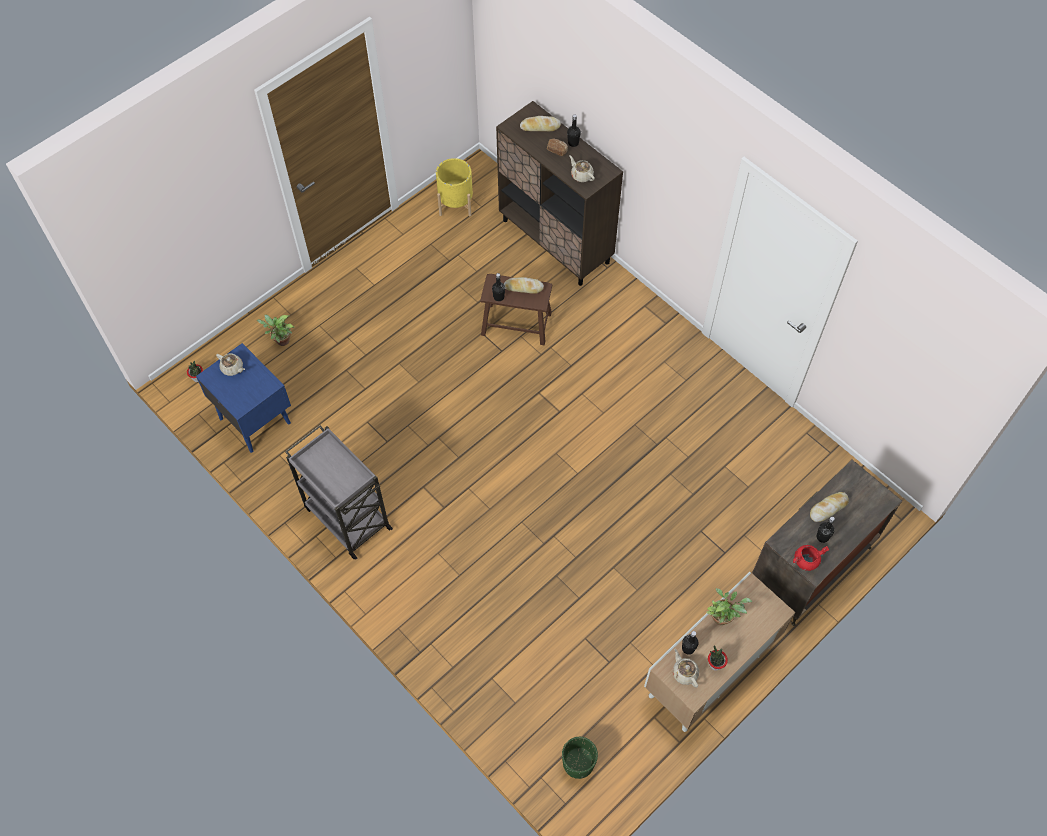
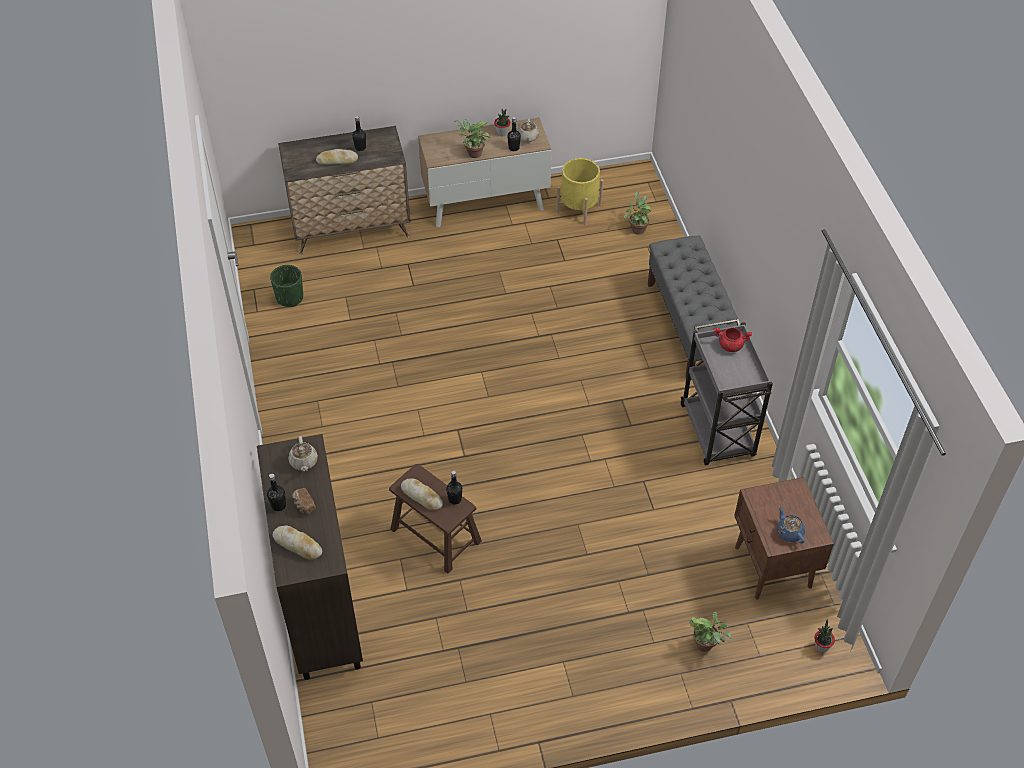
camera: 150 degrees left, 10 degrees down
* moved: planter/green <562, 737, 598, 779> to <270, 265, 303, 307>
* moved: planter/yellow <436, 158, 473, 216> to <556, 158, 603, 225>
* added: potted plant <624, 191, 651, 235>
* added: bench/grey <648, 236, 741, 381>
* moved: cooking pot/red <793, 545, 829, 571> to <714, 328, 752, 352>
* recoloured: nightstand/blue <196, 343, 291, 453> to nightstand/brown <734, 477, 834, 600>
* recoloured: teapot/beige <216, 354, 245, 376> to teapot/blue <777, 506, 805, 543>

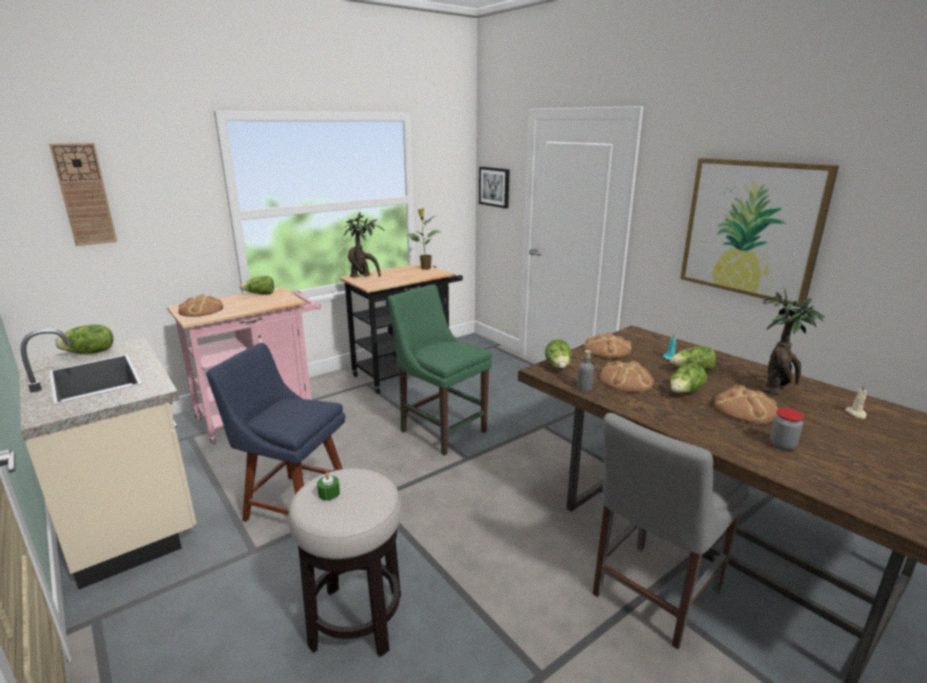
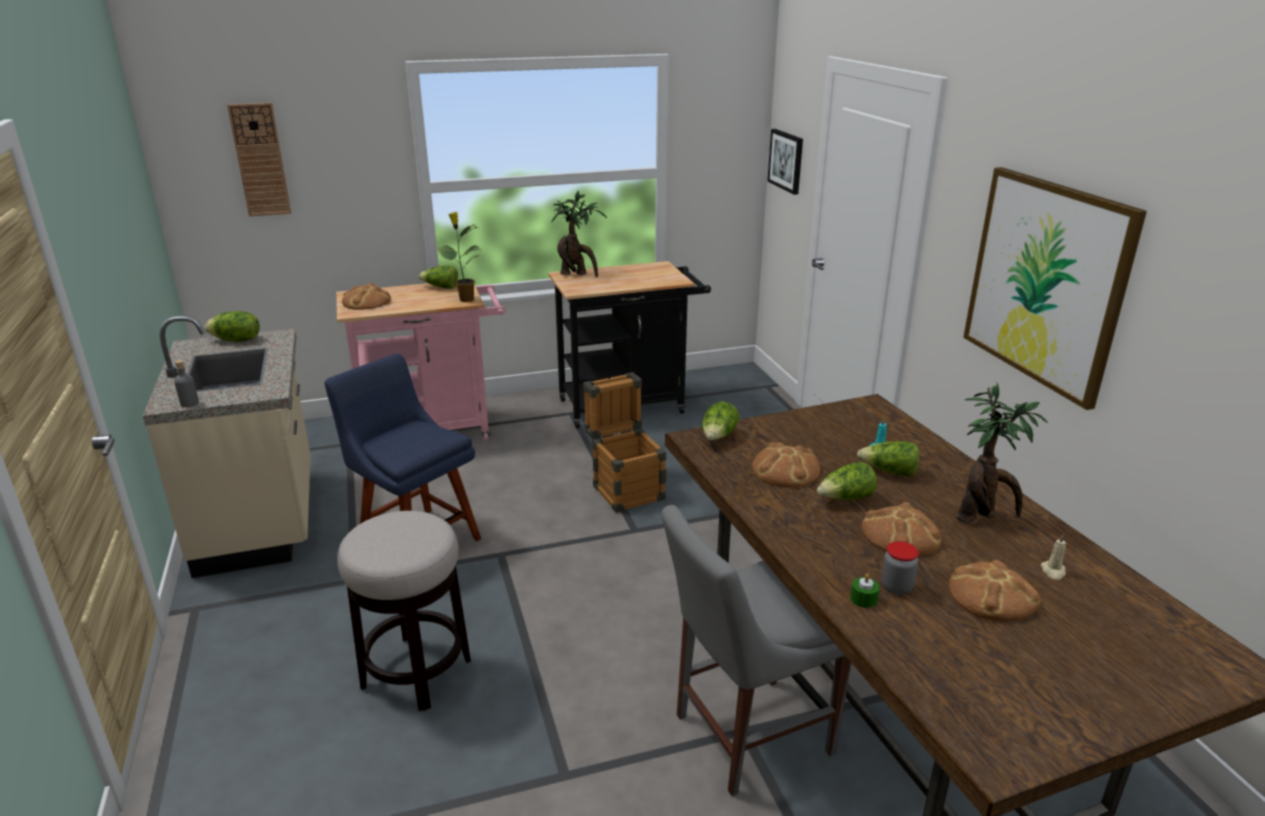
camera: 20 degrees right, 5 degrees up
* moved: bottle/grey <577, 350, 594, 391> to <174, 360, 199, 407>
* moved: potted plant <406, 208, 441, 270> to <438, 212, 481, 302>
* replaced: chair/green <388, 284, 492, 456> to crate <583, 372, 666, 513>
* moved: candle/green <317, 472, 340, 500> to <850, 573, 880, 608>
* moved: bread <584, 332, 632, 359> to <949, 560, 1040, 621>

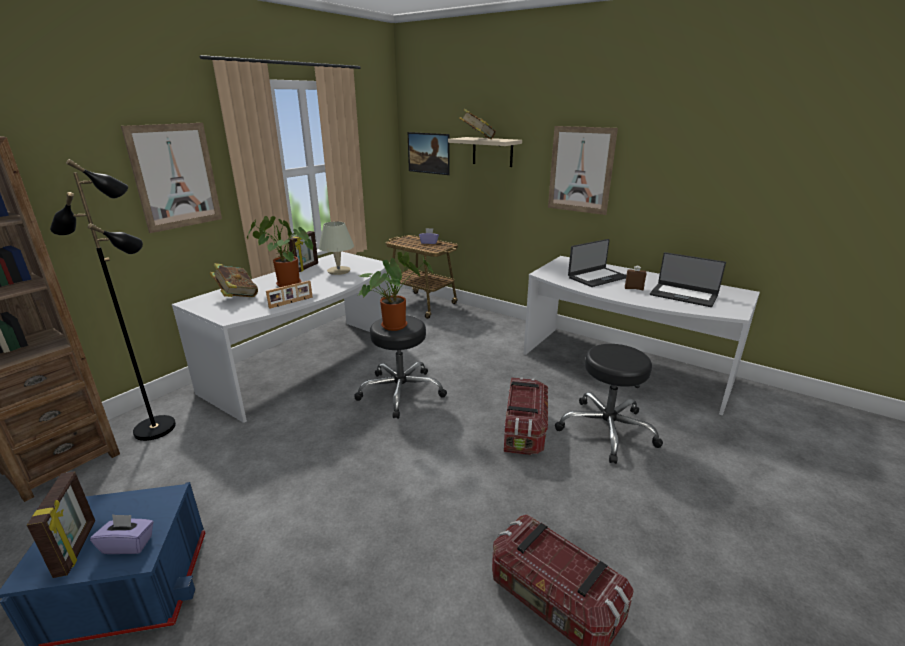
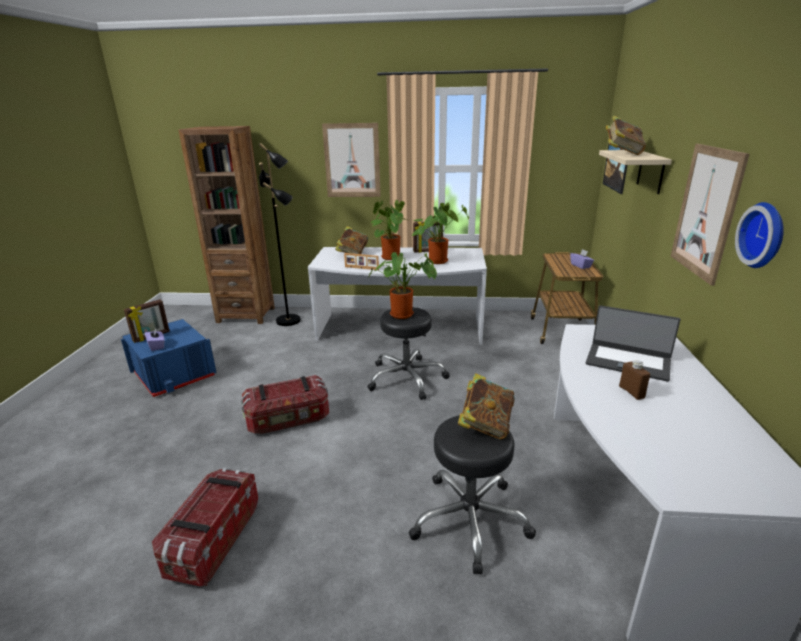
camera: 60 degrees right, 0 degrees up
* moved: storage box <504, 377, 548, 455> to <241, 375, 329, 434>
* replaced: table lamp/beige <319, 221, 354, 275> to potted plant <412, 203, 469, 264>
* added: book <458, 373, 515, 439>
* added: wall clock <735, 202, 784, 268>
* removed: laptop <650, 252, 726, 307>

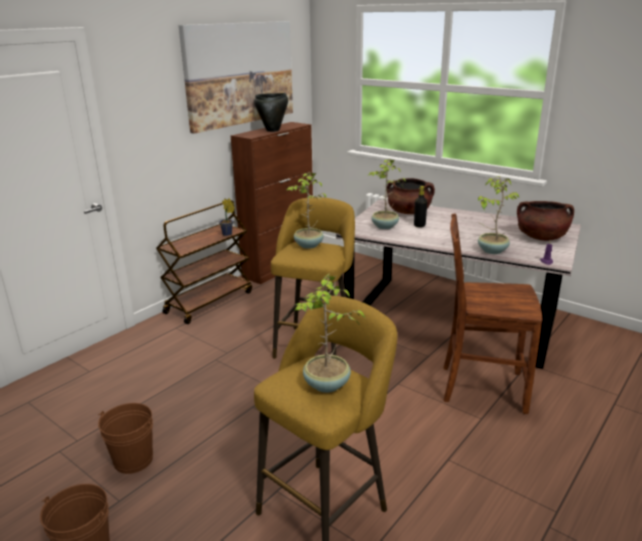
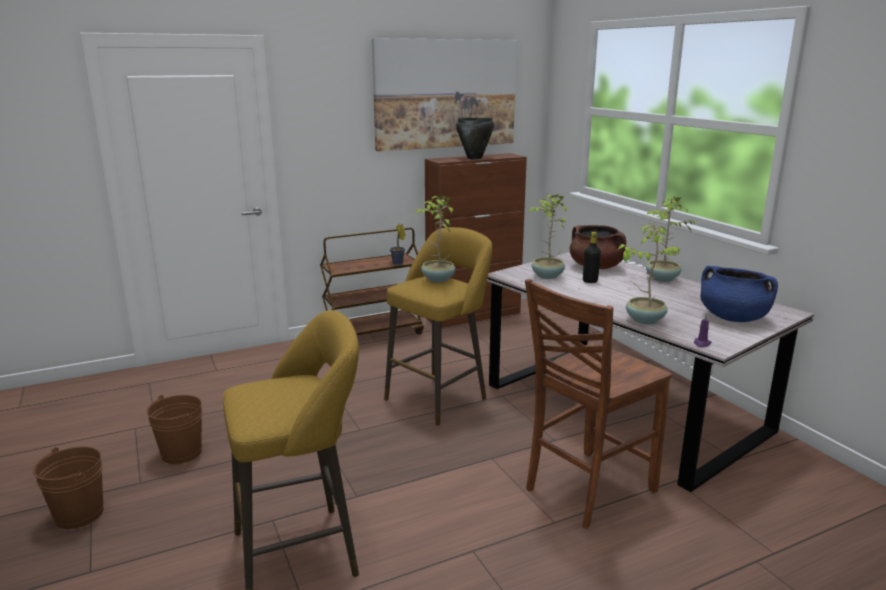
camera: 25 degrees right, 5 degrees down
* turned: chair/brown <443, 214, 542, 414> = <525, 279, 672, 529> 75 degrees counterclockwise
* moved: potted plant <294, 273, 365, 393> to <646, 197, 695, 282>
* recoloured: cooking pot/brown <517, 201, 574, 241> to cooking pot/blue <701, 266, 778, 322>

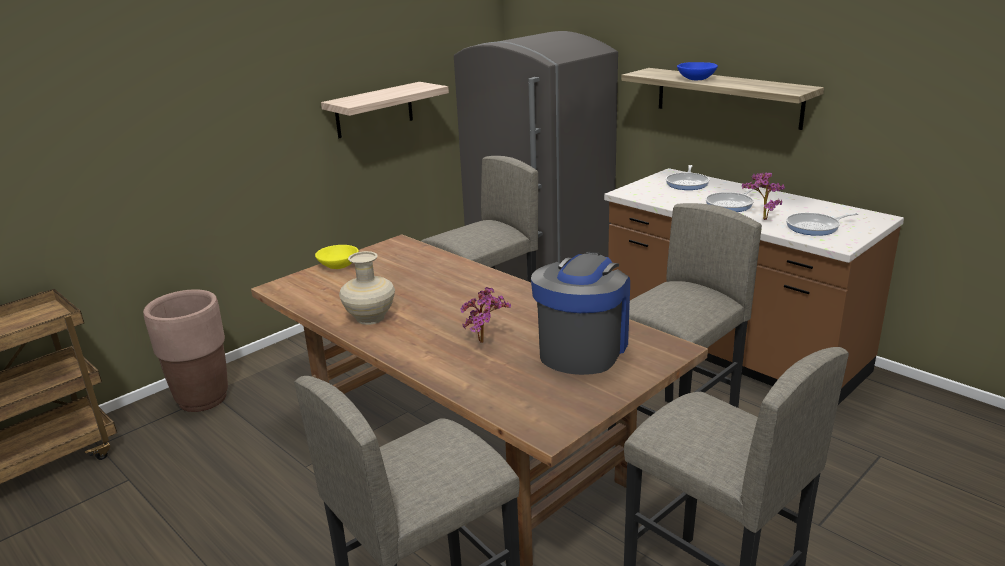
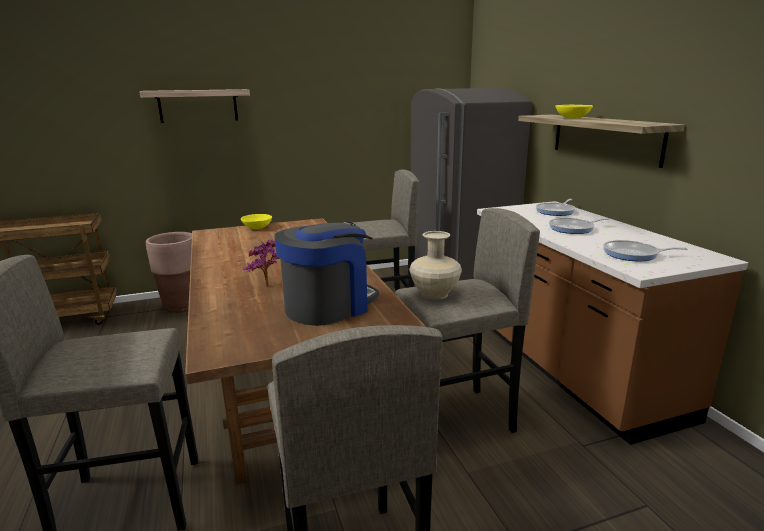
camera: 25 degrees right, 5 degrees down
* moved: shelf <321, 82, 449, 138> to <139, 89, 250, 123>
* moved: vase/beige <339, 251, 395, 325> to <409, 231, 462, 300>
* recoloured: bowl/blue <677, 62, 718, 80> to bowl/yellow <555, 105, 593, 119>
* removed: potted plant <742, 172, 785, 220>

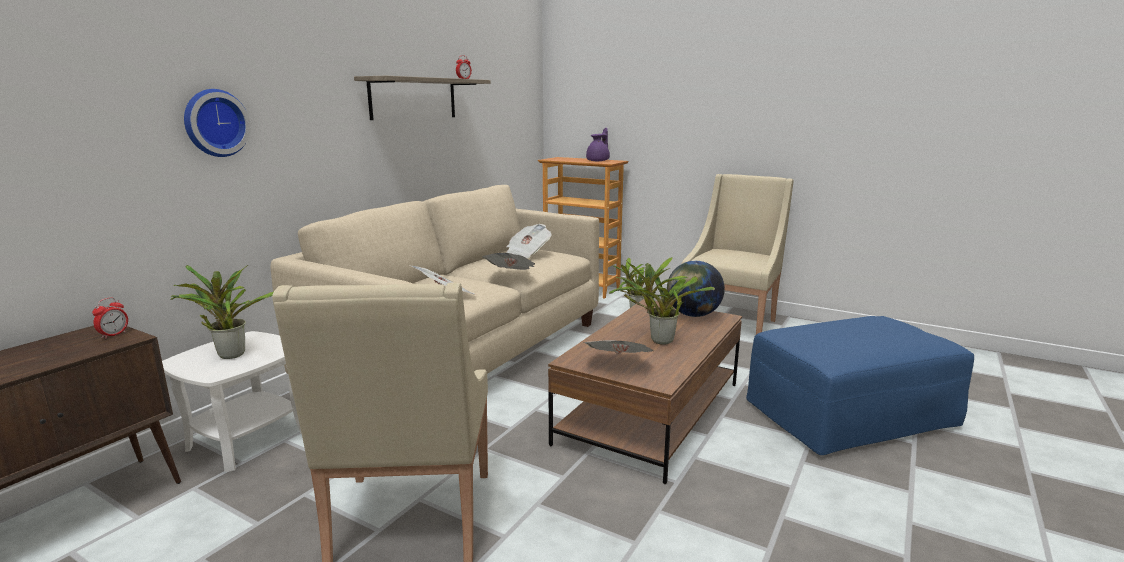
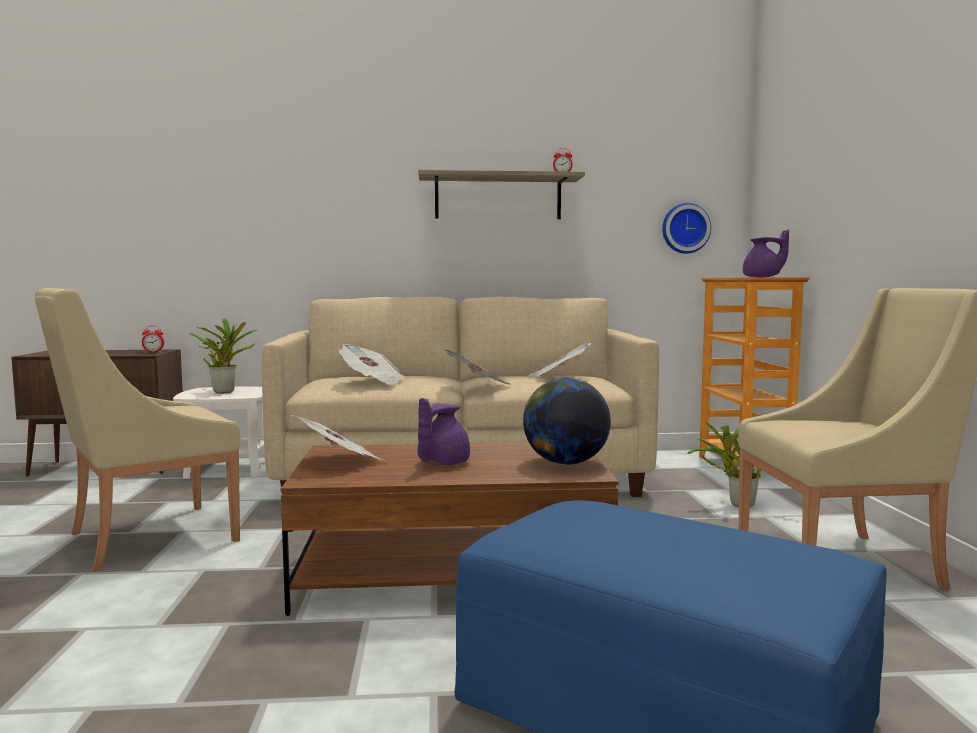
camera: 55 degrees right, 10 degrees down
* replaced: potted plant <609, 257, 715, 344> to teapot/purple <417, 398, 470, 465>
* moved: wall clock <184, 89, 251, 157> to <662, 203, 711, 254>

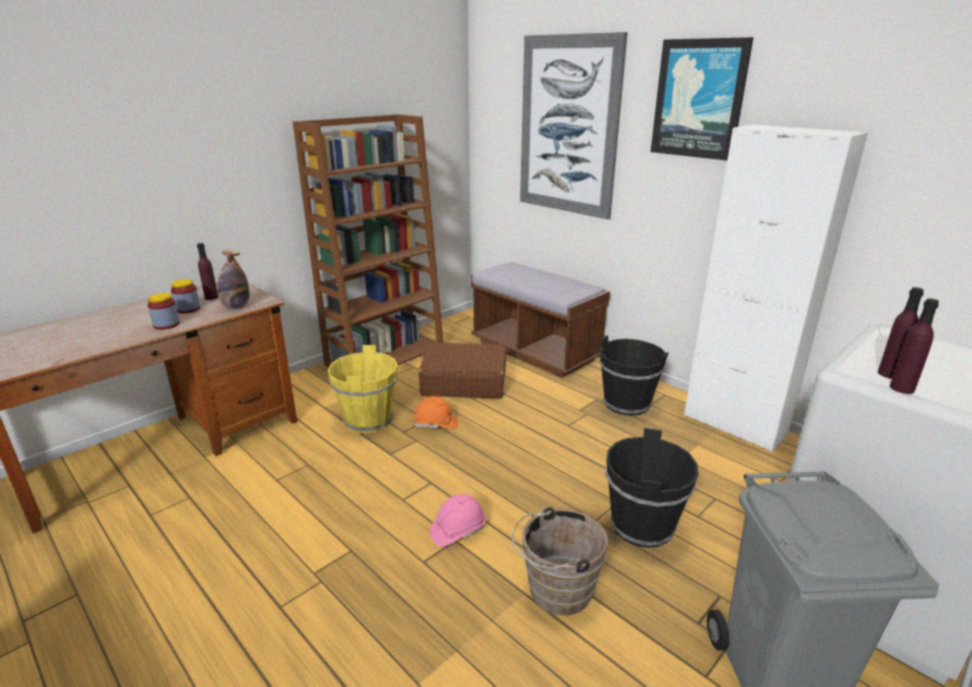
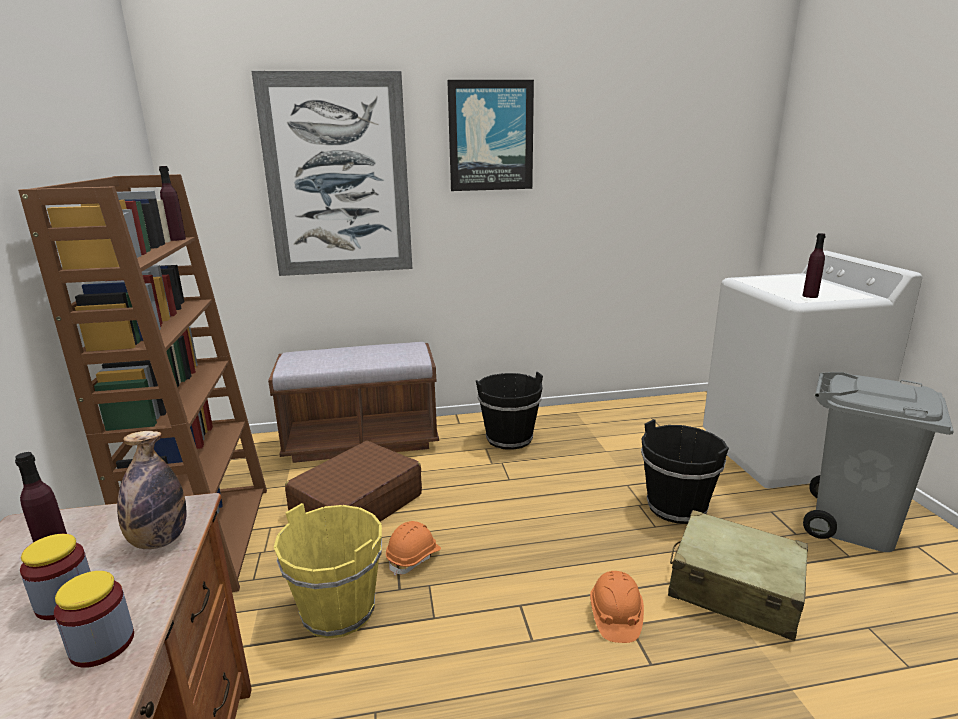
camera: 55 degrees left, 5 degrees down
* moved: bottle/purple <890, 298, 939, 394> to <159, 166, 186, 241>
* recoloured: hard hat/pink <430, 494, 486, 547> to hard hat/orange <590, 571, 644, 643>
* replaced: bucket/brown <512, 507, 608, 616> to suitcase/beige <668, 510, 808, 641>
* removed: cabinet/white <684, 124, 868, 452>

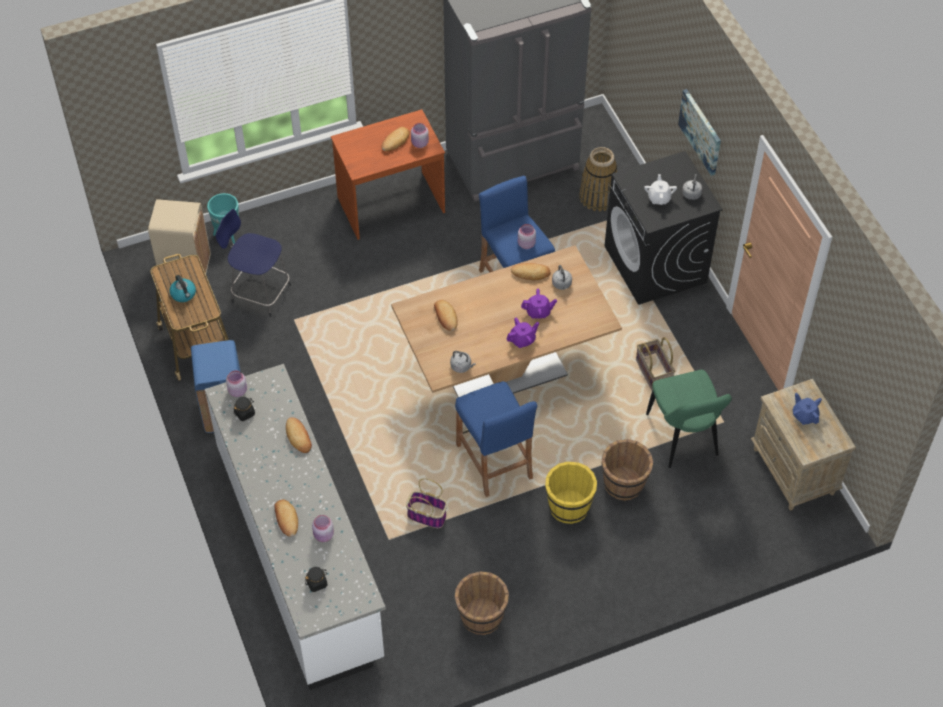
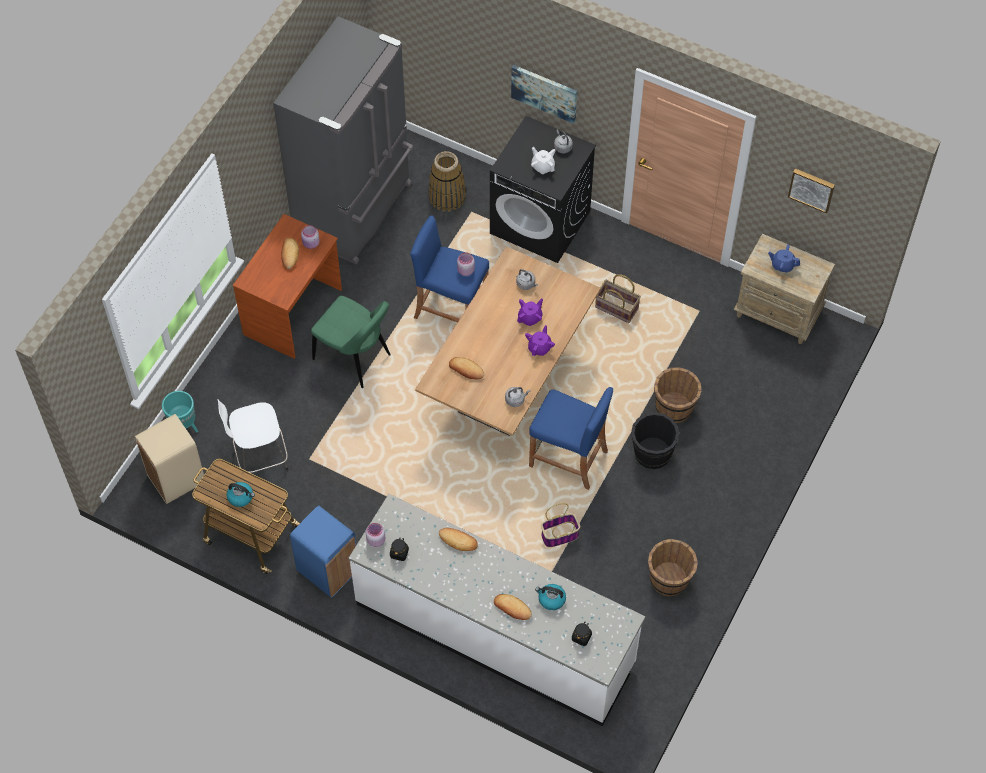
camera: 40 degrees left, 5 degrees up
* recoloured: stool/blue <216, 209, 291, 317> to stool/white <217, 399, 288, 473>
* moved: chair/green <646, 370, 732, 468> to <311, 296, 391, 388>
* replaced: jar/pink <312, 515, 334, 542> to kettle <535, 584, 566, 610>
* recoloured: bucket/yellow <545, 462, 597, 524> to bucket/black <631, 412, 679, 469>
* added: picture <788, 168, 835, 213>
* removed: bread <511, 263, 550, 280>

